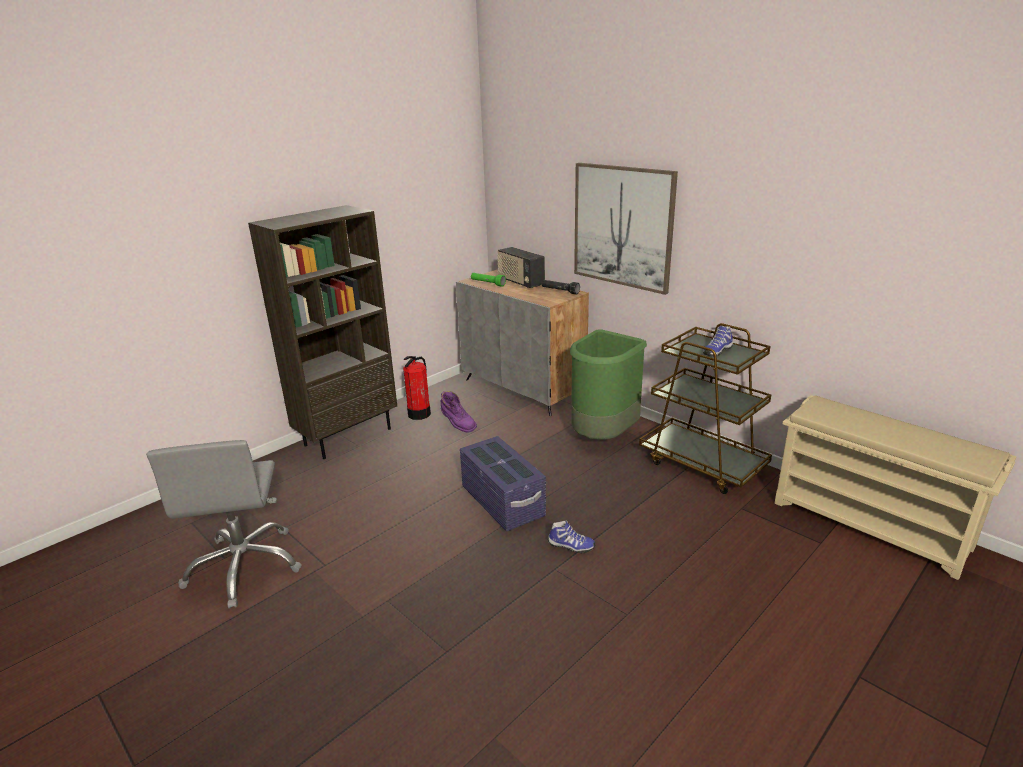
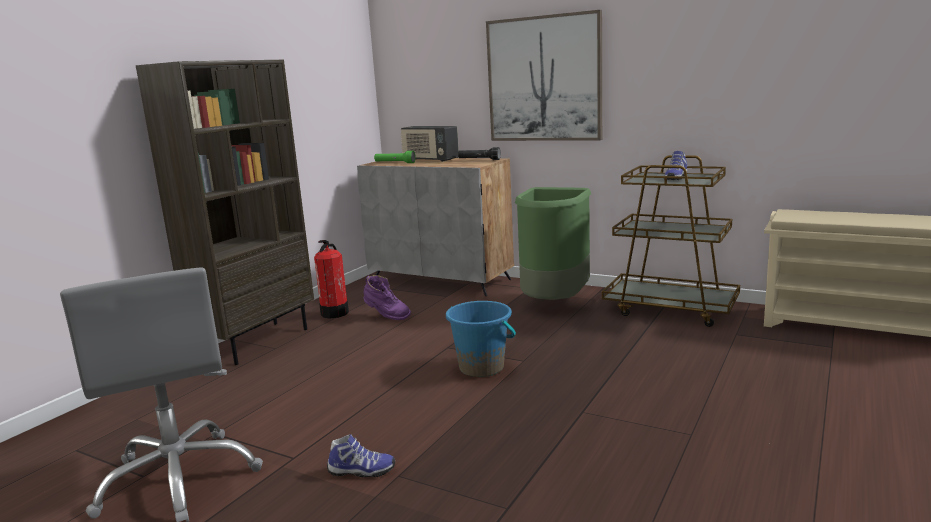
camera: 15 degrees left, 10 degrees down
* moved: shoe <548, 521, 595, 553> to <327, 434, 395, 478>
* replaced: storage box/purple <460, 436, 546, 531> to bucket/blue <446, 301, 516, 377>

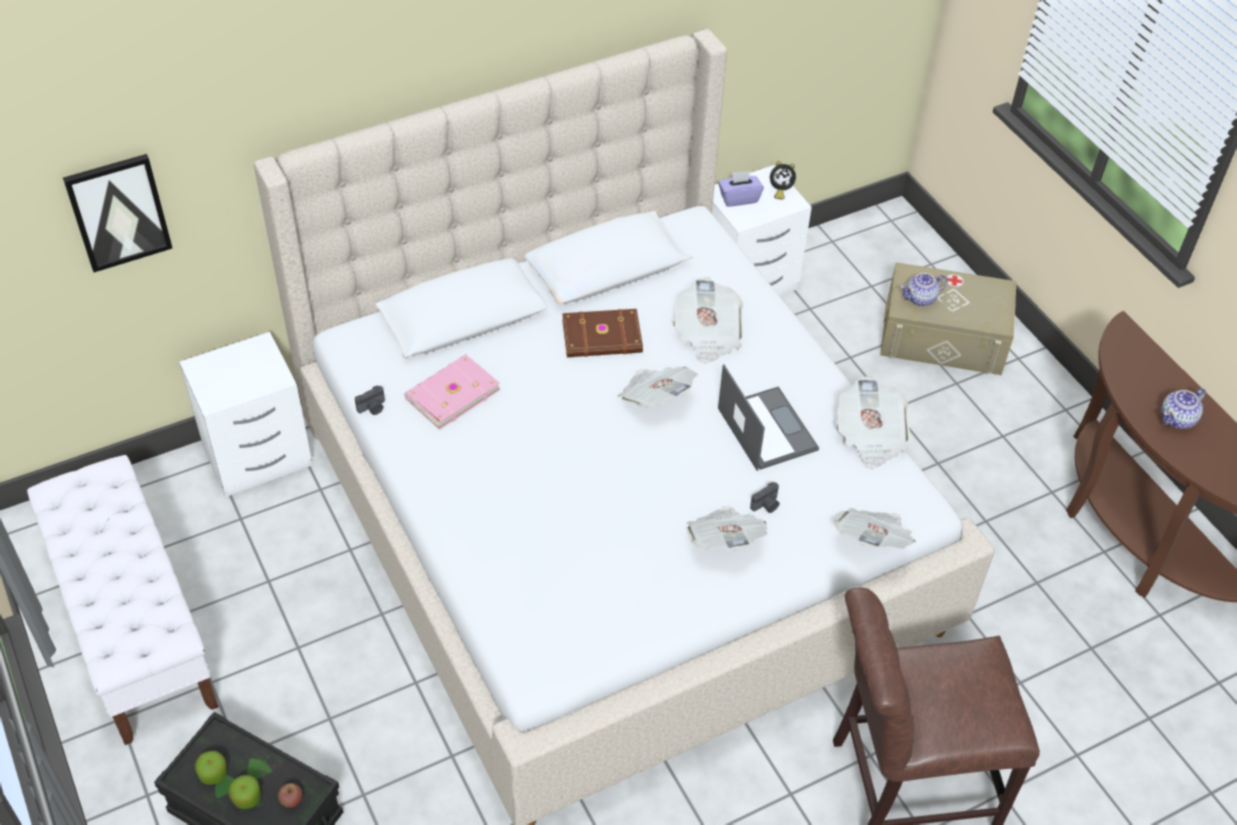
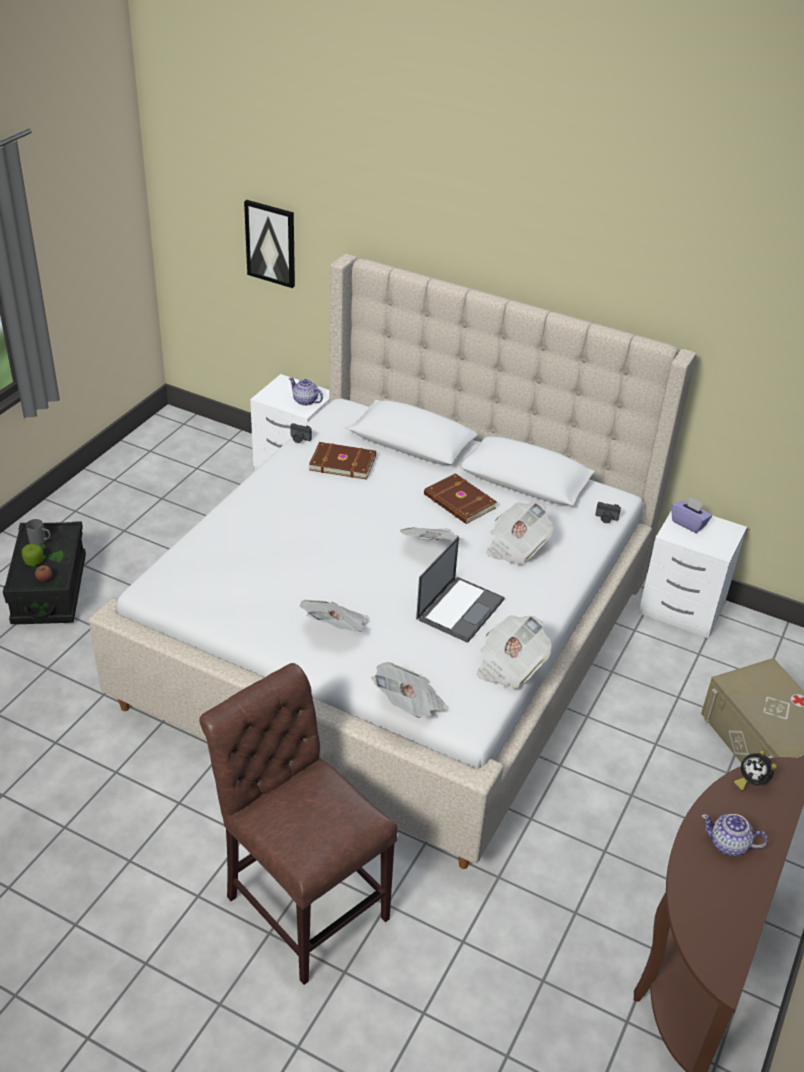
camera: 55 degrees right, 10 degrees down
* replaced: apple <195, 751, 227, 785> to mug/grey <26, 519, 51, 545>
* moved: teapot <900, 273, 948, 306> to <289, 378, 323, 406>
* recoloured: book/pink <404, 354, 500, 430> to book/brown <309, 442, 376, 480>
* moved: photo camera <750, 482, 779, 513> to <595, 502, 621, 523>
* moved: alarm clock <770, 161, 796, 199> to <734, 750, 777, 791>
* removed: bench/white <27, 455, 219, 745>

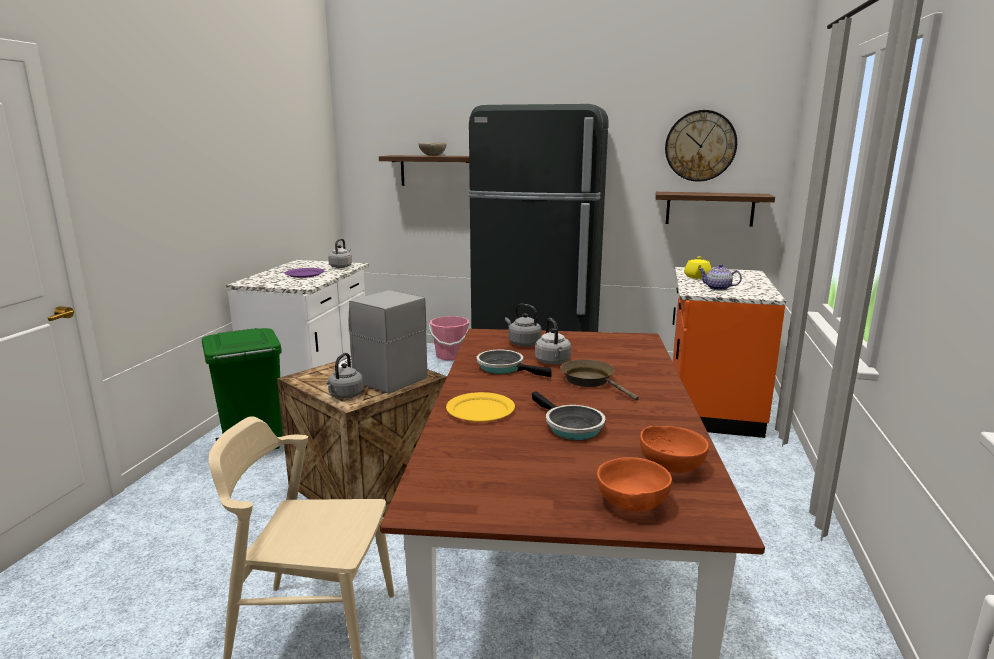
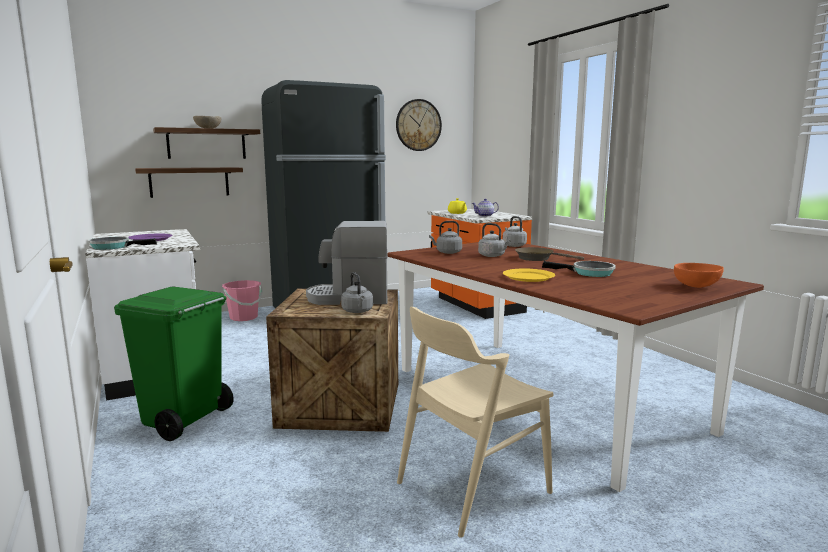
camera: 40 degrees left, 5 degrees down
* moved: frying pan <477, 350, 551, 377> to <88, 237, 157, 250>
* moved: shelf <655, 192, 775, 227> to <135, 167, 243, 198>
* moved: kettle/grey <328, 239, 352, 268> to <503, 216, 527, 247>
* removed: bowl/orange <640, 426, 709, 473>

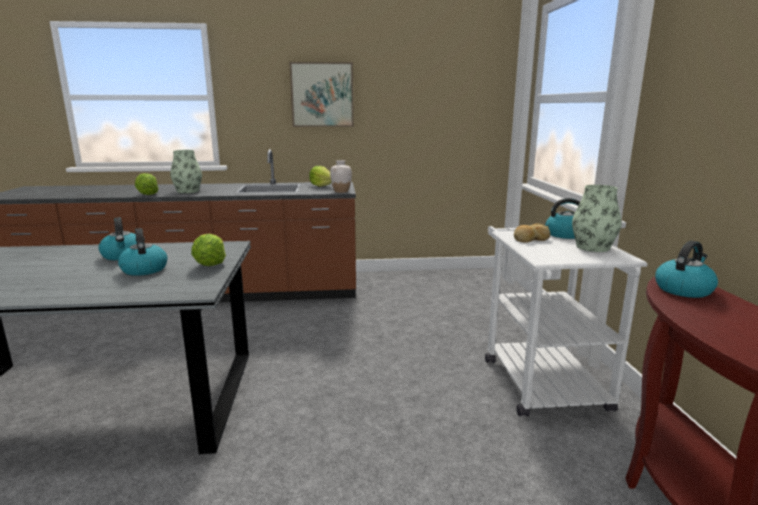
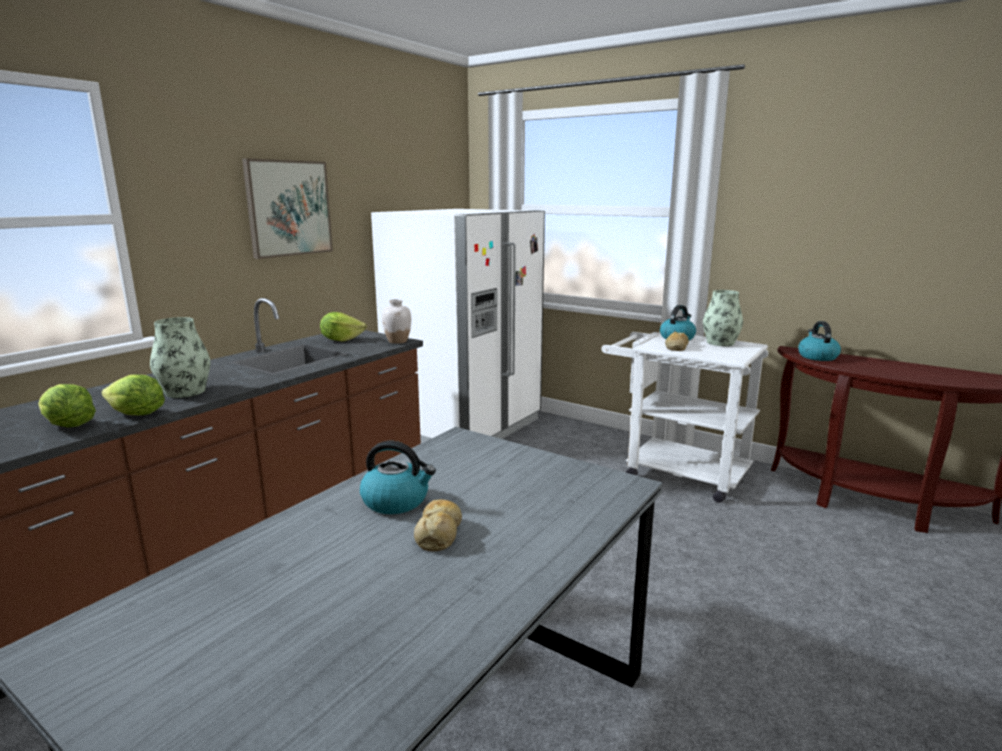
camera: 50 degrees left, 0 degrees up
* moved: lettuce <191, 234, 226, 266> to <38, 384, 96, 427>
* added: fridge/white <371, 209, 545, 443>
* added: bread <414, 499, 462, 551>
* removed: kettle <118, 228, 168, 276>

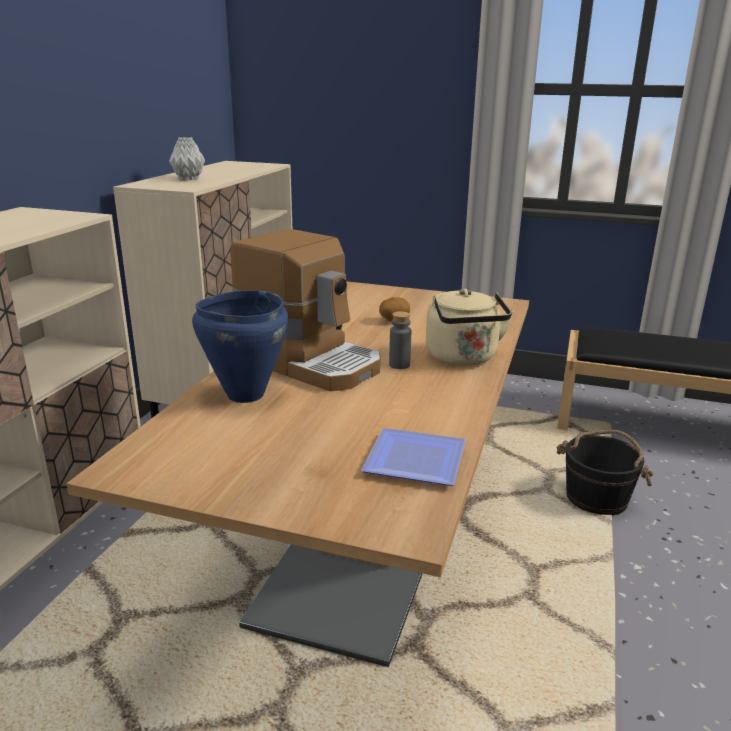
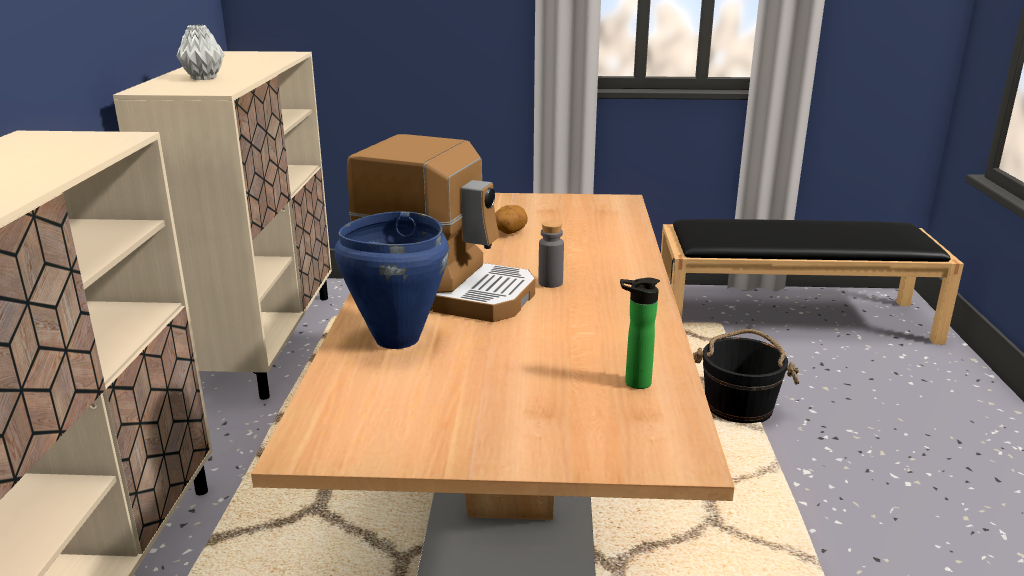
camera: 15 degrees left, 0 degrees up
* replaced: plate <361, 428, 466, 486> to bottle <620, 278, 660, 389>
* removed: kettle/beige <426, 289, 514, 366>

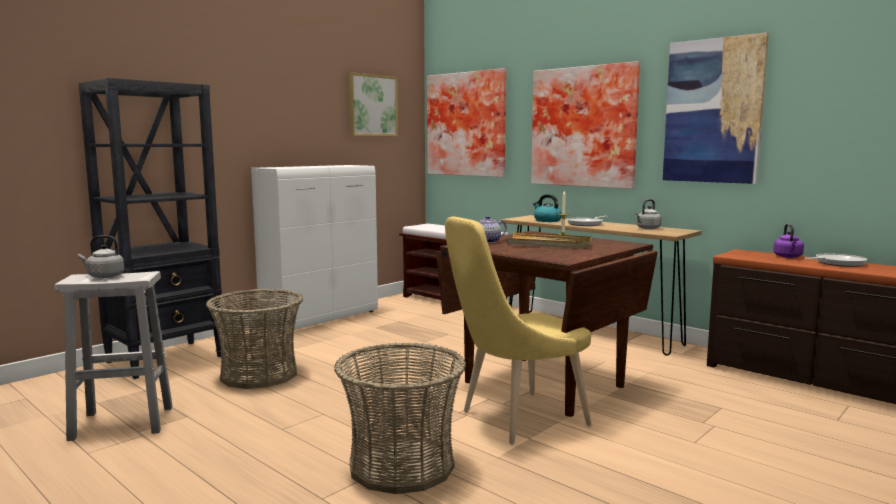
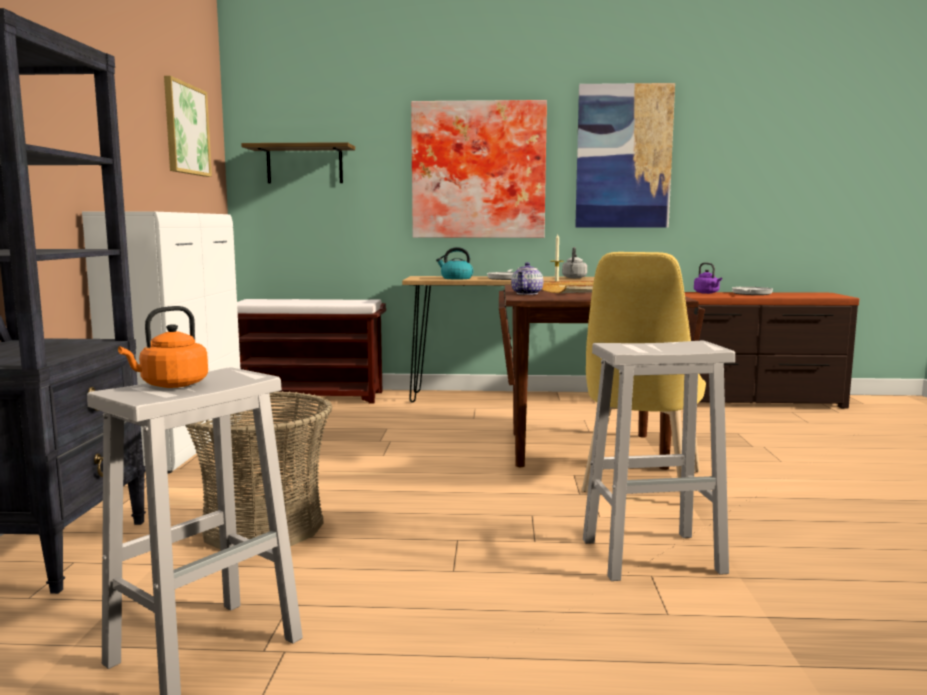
camera: 40 degrees left, 0 degrees up
* recoloured: kettle/grey <78, 235, 124, 278> to kettle/orange <118, 306, 208, 388>
* replaced: picture <427, 68, 506, 177> to shelf <241, 142, 355, 183>
* replaced: basket <334, 342, 466, 494> to stool/white <583, 341, 735, 581>

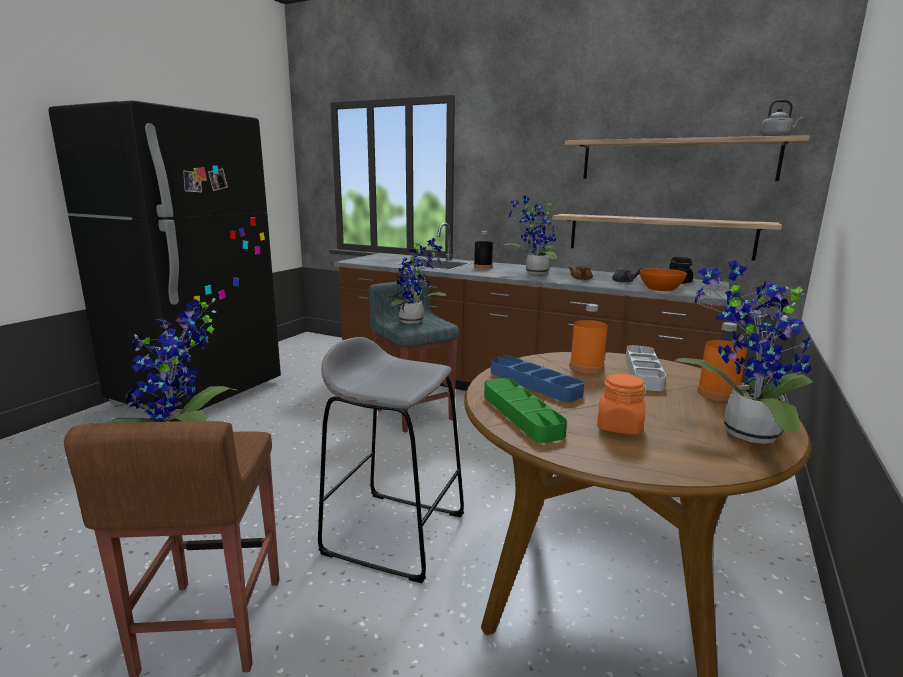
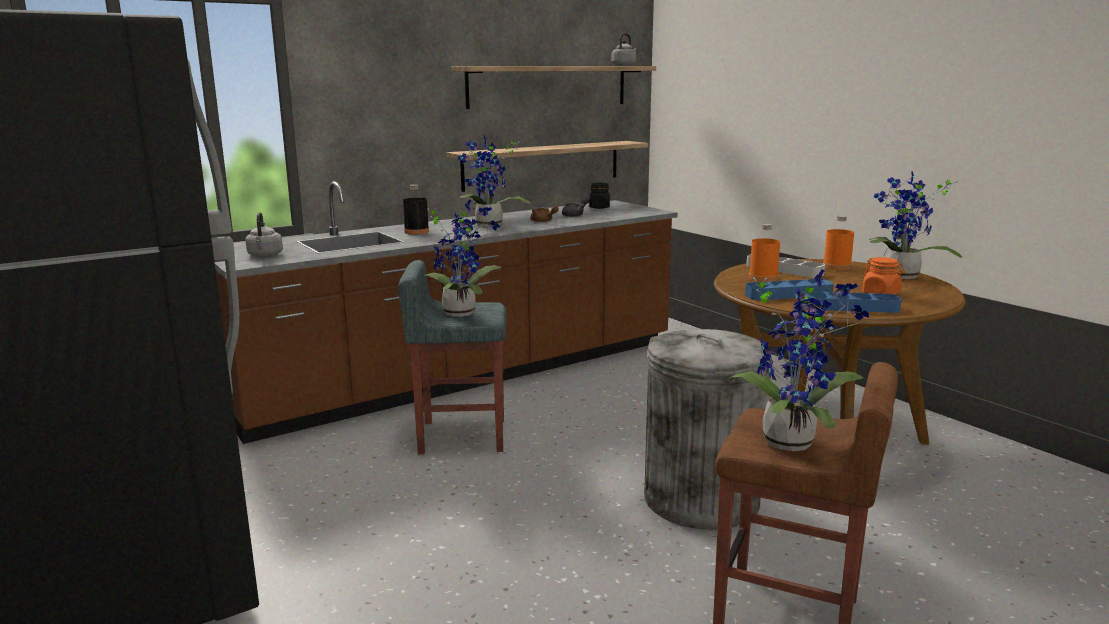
camera: 60 degrees left, 0 degrees up
* added: kettle/grey <245, 212, 283, 257>
* replaced: stool/grey <318, 337, 464, 583> to trash can/grey <644, 329, 772, 529>
* recoloured: tray/green <484, 378, 567, 443> to tray/blue <802, 291, 902, 313>
* removed: bowl/orange <640, 268, 687, 291>

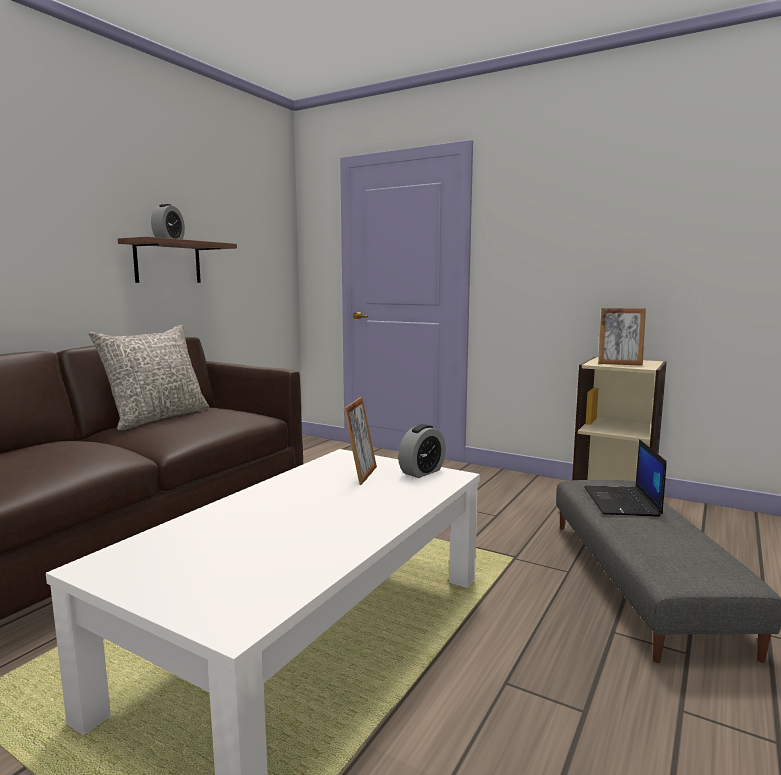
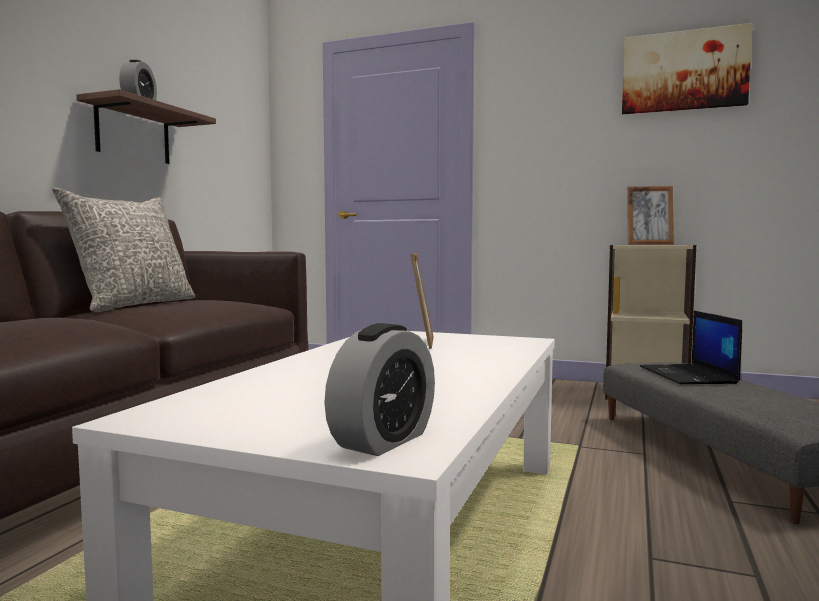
camera: 10 degrees left, 5 degrees down
* moved: alarm clock <398, 424, 446, 478> to <324, 323, 435, 456>
* added: picture <622, 23, 752, 114>

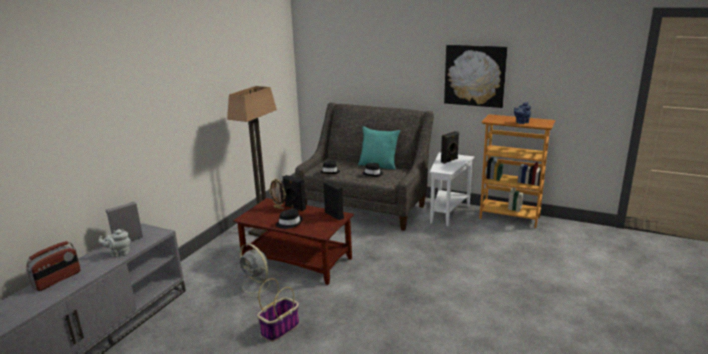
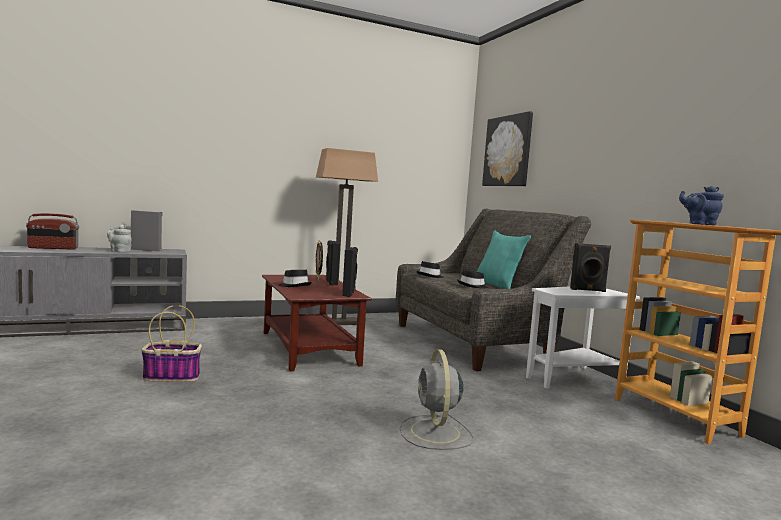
camera: 40 degrees right, 15 degrees down
* moved: fan/grey <236, 243, 278, 298> to <400, 349, 474, 450>
* moved: picture <444, 45, 508, 108> to <482, 111, 533, 186>

